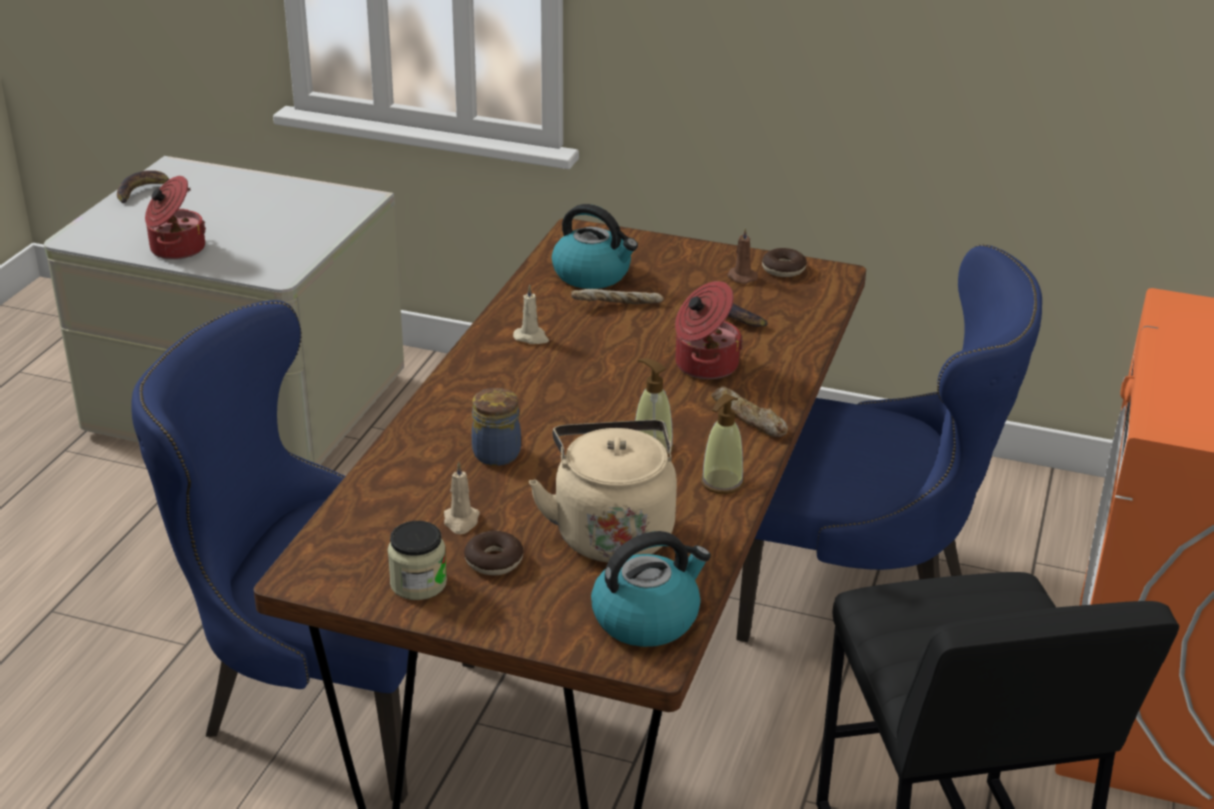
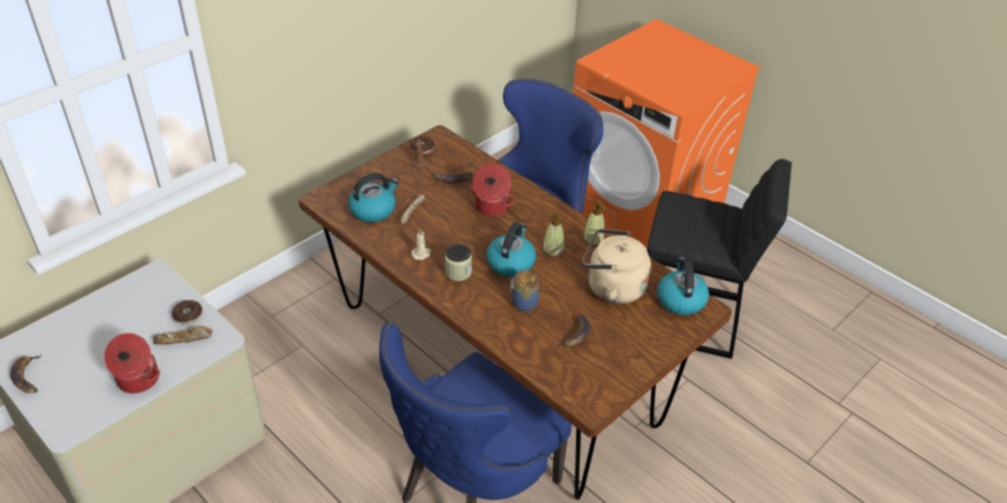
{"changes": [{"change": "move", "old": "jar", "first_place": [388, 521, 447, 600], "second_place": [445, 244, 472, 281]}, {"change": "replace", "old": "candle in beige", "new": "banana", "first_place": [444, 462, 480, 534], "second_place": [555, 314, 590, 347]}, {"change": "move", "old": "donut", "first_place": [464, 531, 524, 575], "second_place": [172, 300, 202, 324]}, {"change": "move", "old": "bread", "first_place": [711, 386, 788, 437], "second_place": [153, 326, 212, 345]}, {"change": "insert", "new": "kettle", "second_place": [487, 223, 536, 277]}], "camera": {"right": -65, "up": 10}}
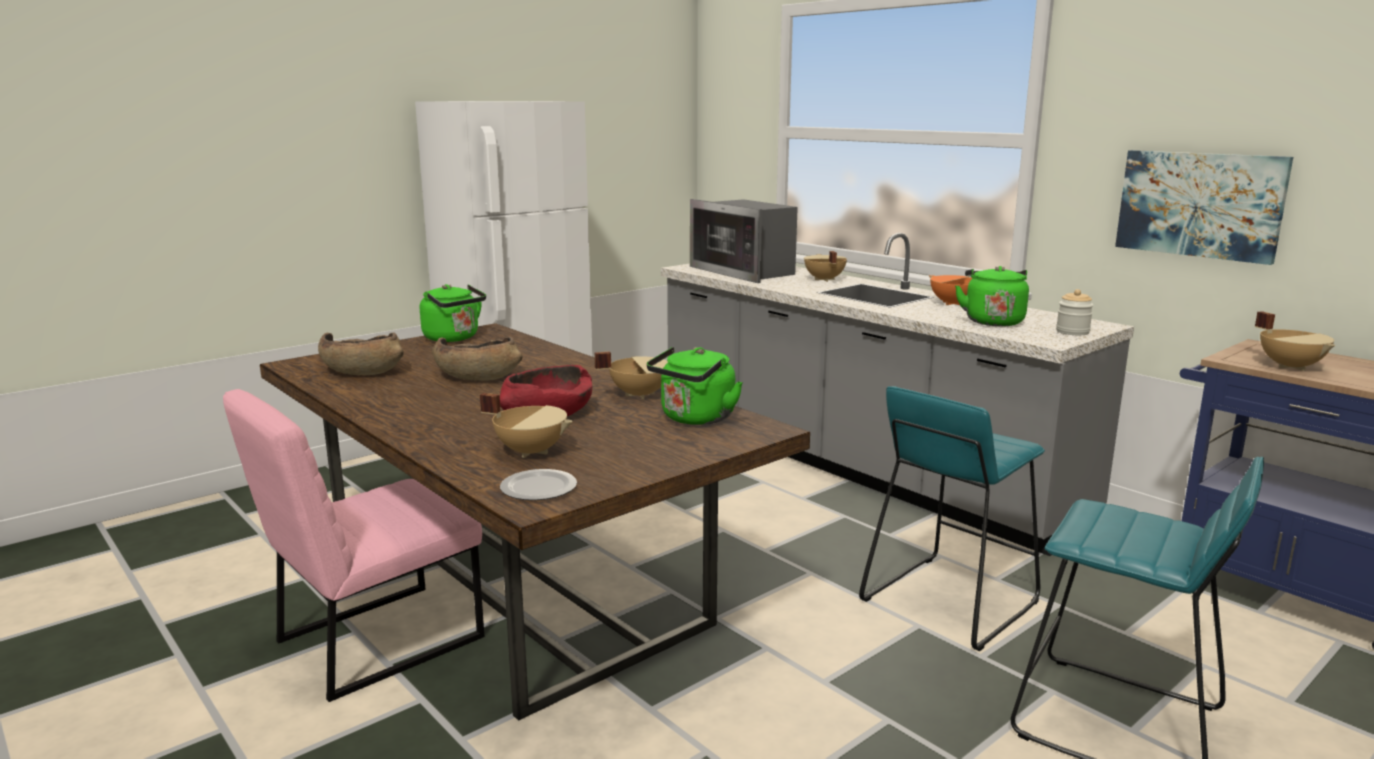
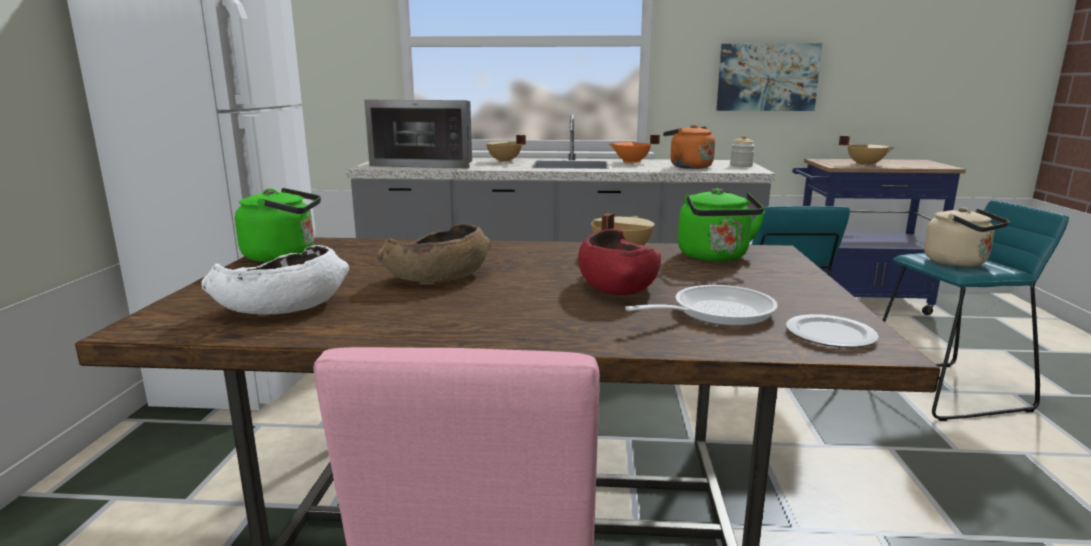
{"changes": [{"change": "recolor", "old": "bowl in brown", "new": "bowl in white", "first_place": [318, 332, 404, 375], "second_place": [201, 245, 349, 315]}, {"change": "replace", "old": "cooking pot in beige", "new": "frying pan", "first_place": [480, 393, 573, 458], "second_place": [625, 285, 778, 326]}, {"change": "recolor", "old": "kettle in green", "new": "kettle in orange", "first_place": [955, 266, 1029, 326], "second_place": [663, 125, 715, 169]}, {"change": "insert", "new": "kettle in beige", "second_place": [924, 207, 1010, 267]}], "camera": {"right": -45, "up": 0}}
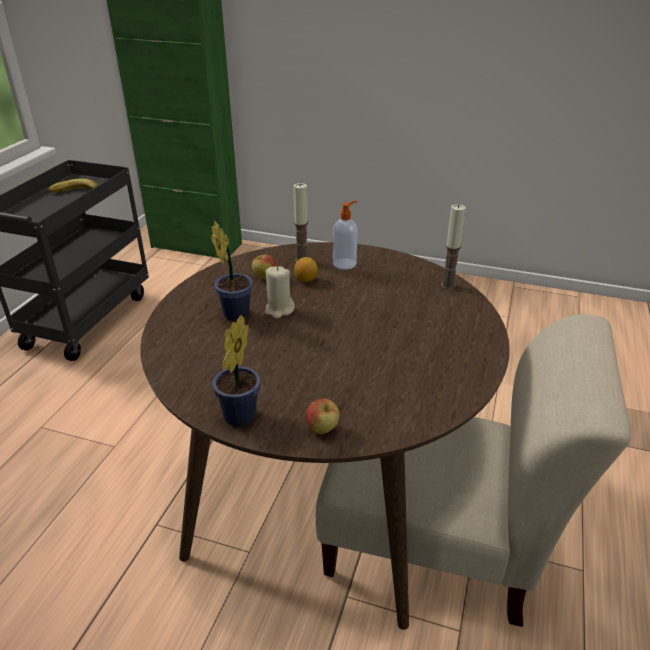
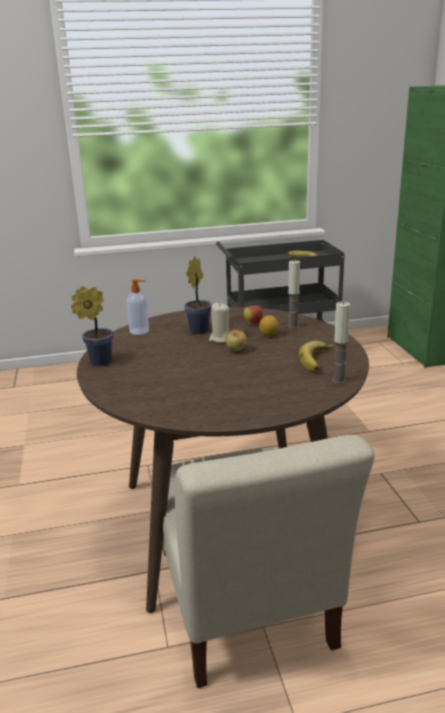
{"changes": [{"change": "move", "old": "apple", "first_place": [306, 399, 339, 434], "second_place": [226, 329, 247, 351]}, {"change": "move", "old": "soap dispenser", "first_place": [333, 201, 357, 270], "second_place": [127, 279, 149, 335]}, {"change": "insert", "new": "banana", "second_place": [299, 341, 335, 371]}], "camera": {"right": 60, "up": -10}}
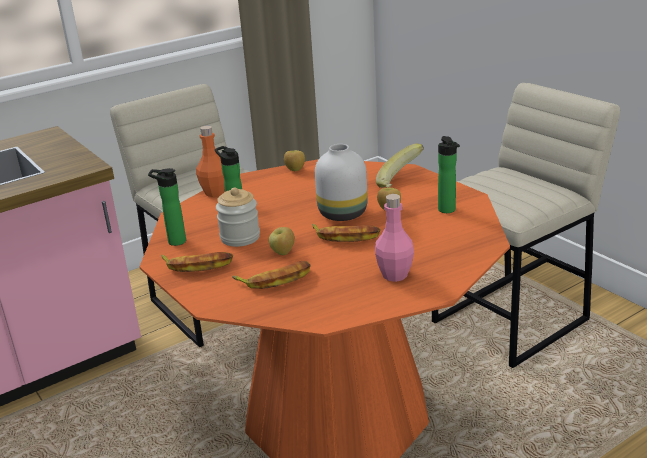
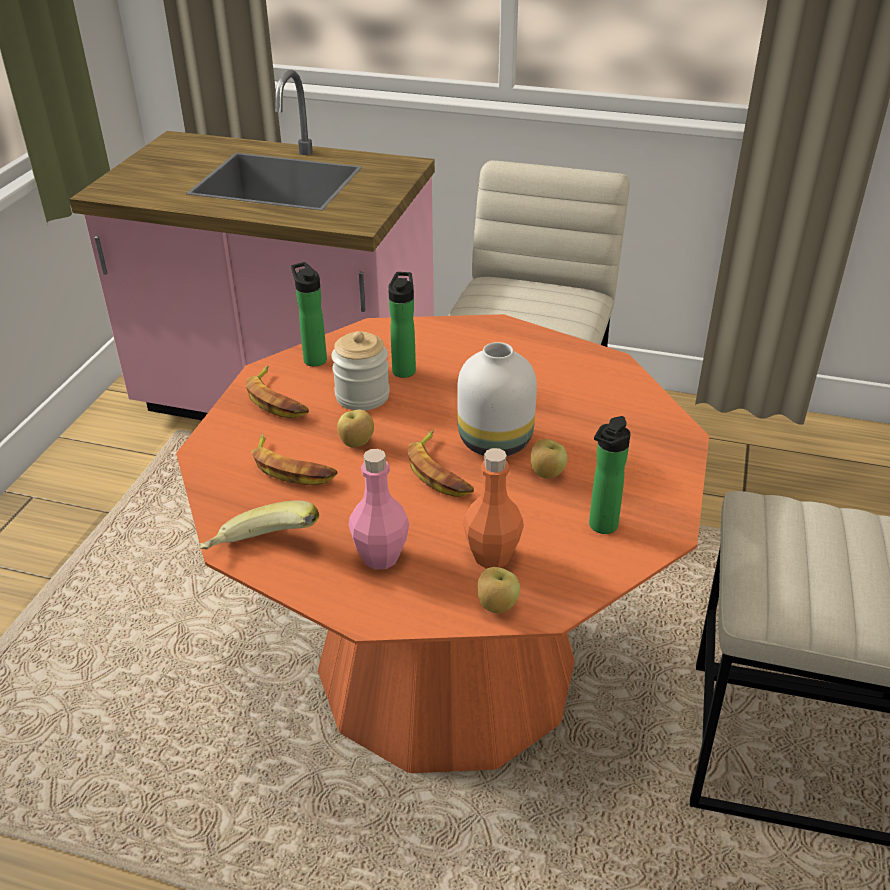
{"changes": [{"change": "move", "old": "bottle in orange", "first_place": [196, 126, 225, 197], "second_place": [463, 448, 524, 569]}, {"change": "move", "old": "apple", "first_place": [284, 150, 305, 171], "second_place": [477, 567, 520, 613]}, {"change": "move", "old": "banana", "first_place": [376, 144, 424, 188], "second_place": [199, 500, 319, 550]}], "camera": {"right": 50, "up": 10}}
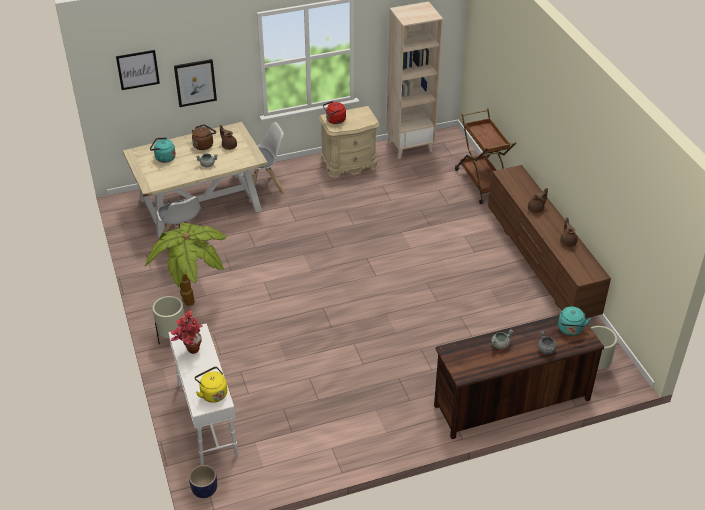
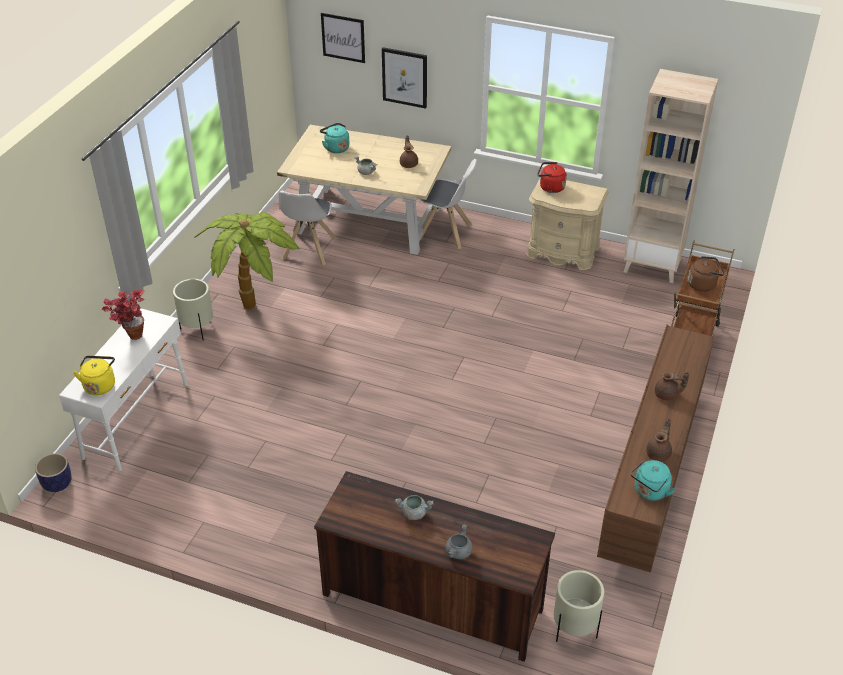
{"changes": [{"change": "move", "old": "kettle in brown", "first_place": [192, 124, 216, 150], "second_place": [688, 256, 725, 292]}, {"change": "move", "old": "kettle in turquoise", "first_place": [558, 306, 591, 336], "second_place": [631, 460, 675, 501]}], "camera": {"right": 40, "up": 0}}
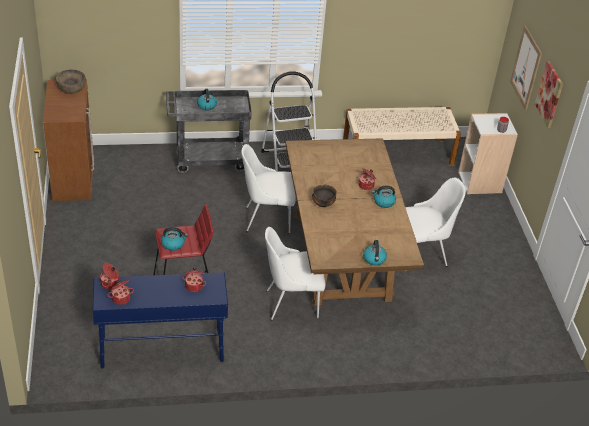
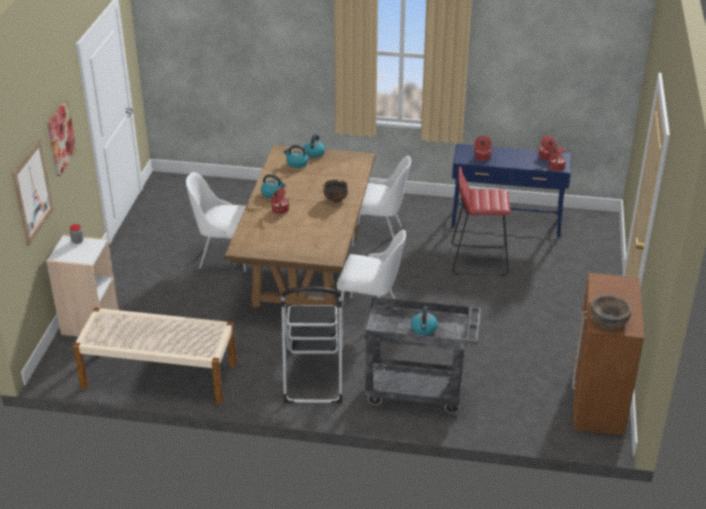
{"changes": [{"change": "move", "old": "kettle", "first_place": [161, 227, 188, 251], "second_place": [283, 145, 308, 168]}], "camera": {"right": -160, "up": -5}}
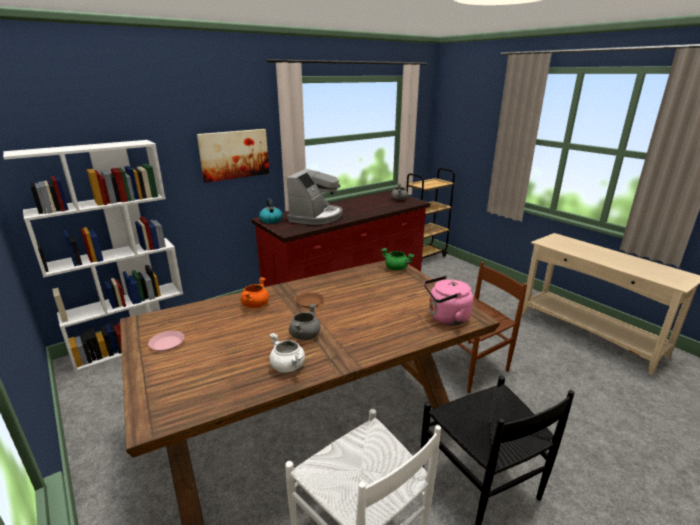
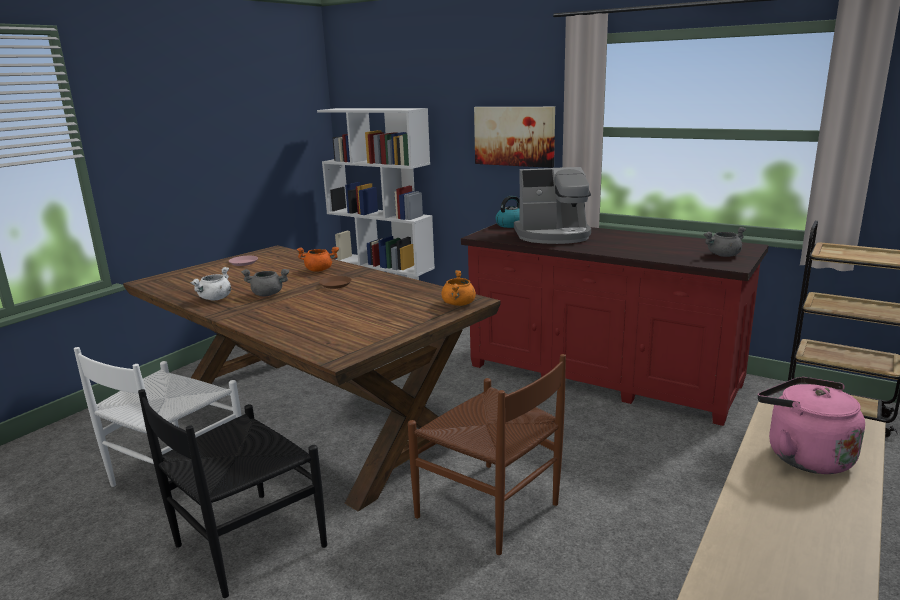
{"changes": [{"change": "recolor", "old": "cooking pot in green", "new": "cooking pot in orange", "first_place": [381, 248, 414, 271], "second_place": [441, 270, 476, 306]}, {"change": "move", "old": "kettle in pink", "first_place": [424, 276, 473, 325], "second_place": [758, 377, 865, 474]}], "camera": {"right": 70, "up": -5}}
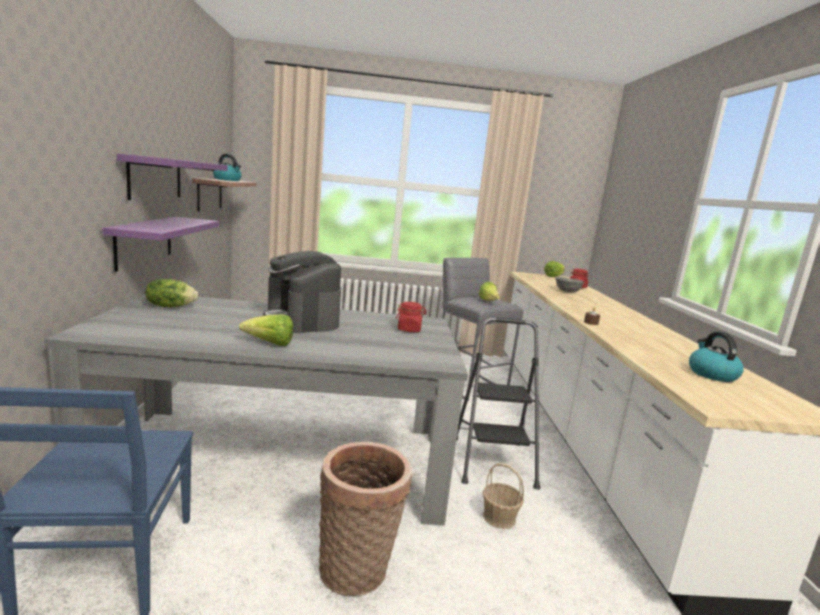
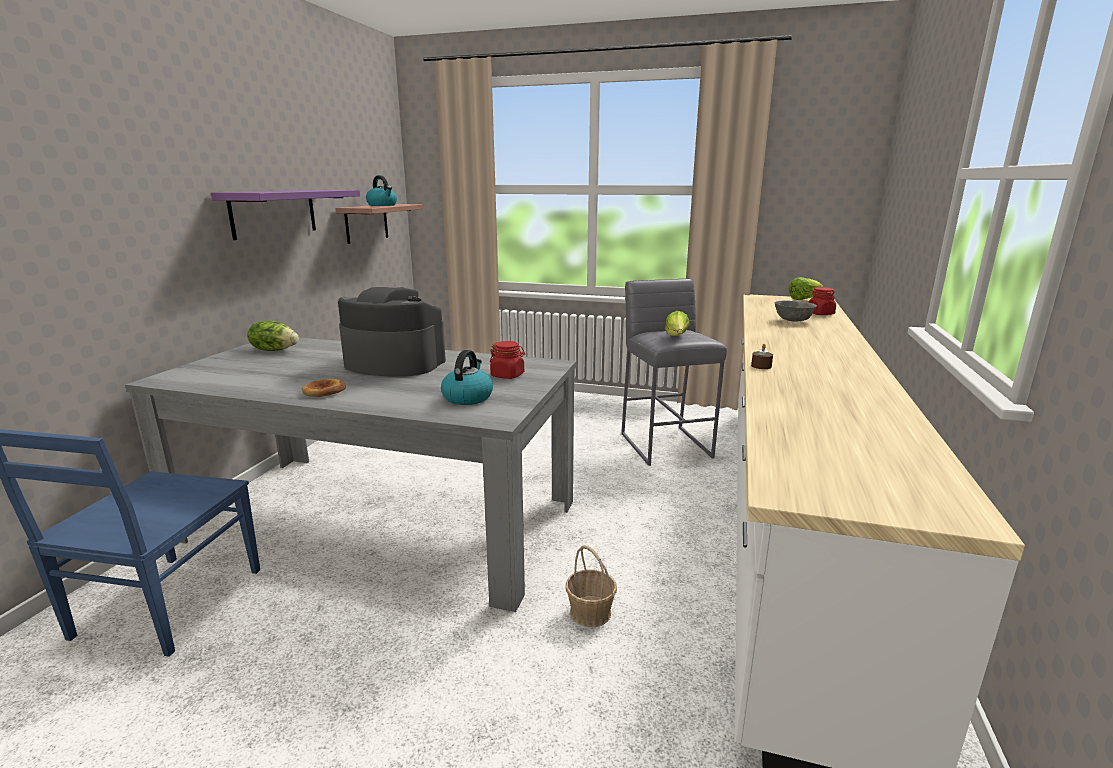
{"changes": [{"change": "delete", "old": "shelf in purple", "first_place": [102, 217, 219, 272]}, {"change": "replace", "old": "lettuce", "new": "bread", "first_place": [239, 314, 293, 346], "second_place": [302, 378, 346, 397]}, {"change": "rotate", "old": "coffee machine", "first_place": [263, 251, 341, 333], "second_place": [338, 287, 446, 376], "degrees": 120}, {"change": "delete", "old": "basket", "first_place": [319, 442, 412, 596]}, {"change": "delete", "old": "step ladder in black", "first_place": [456, 317, 541, 490]}, {"change": "move", "old": "kettle", "first_place": [689, 331, 744, 382], "second_place": [441, 350, 493, 405]}], "camera": {"right": 20, "up": 5}}
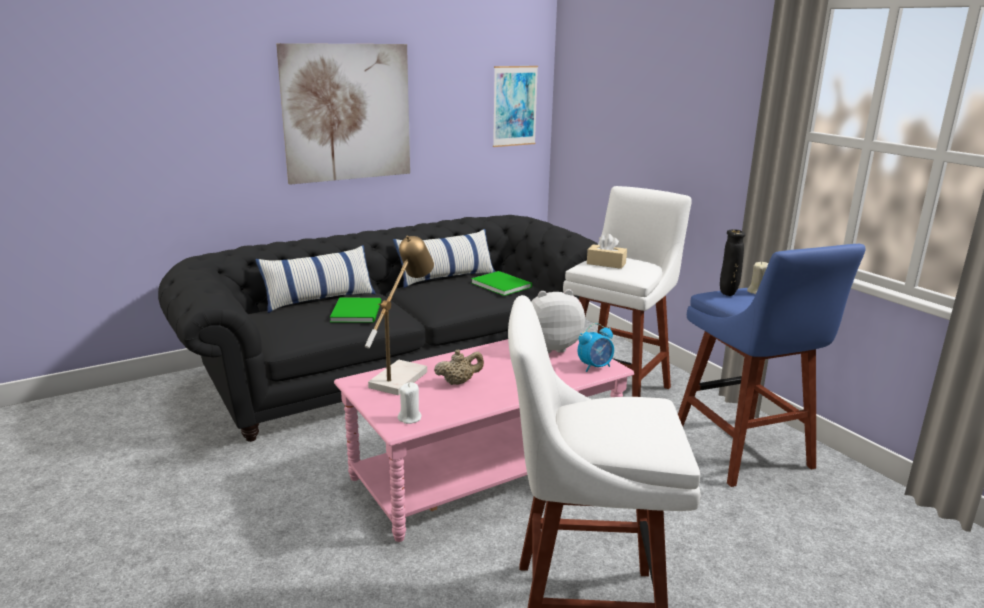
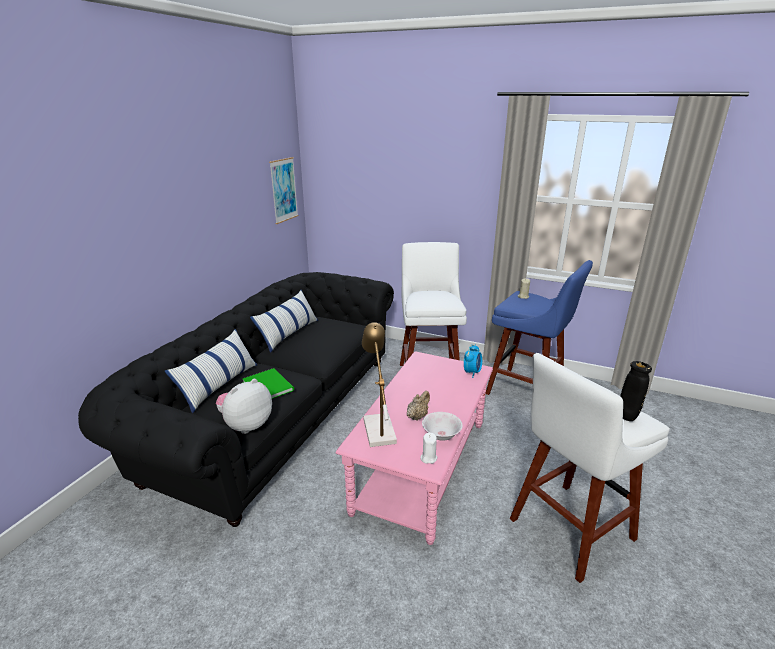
{"changes": [{"change": "delete", "old": "picture", "first_place": [276, 43, 410, 185]}, {"change": "delete", "old": "book in green", "first_place": [471, 271, 532, 296]}, {"change": "move", "old": "plush toy", "first_place": [531, 289, 585, 353], "second_place": [216, 379, 272, 434]}, {"change": "delete", "old": "tissue box in beige", "first_place": [587, 234, 627, 269]}, {"change": "move", "old": "vase in black", "first_place": [720, 229, 745, 296], "second_place": [620, 361, 652, 421]}, {"change": "insert", "new": "bowl in white", "second_place": [422, 412, 463, 441]}], "camera": {"right": -35, "up": 5}}
